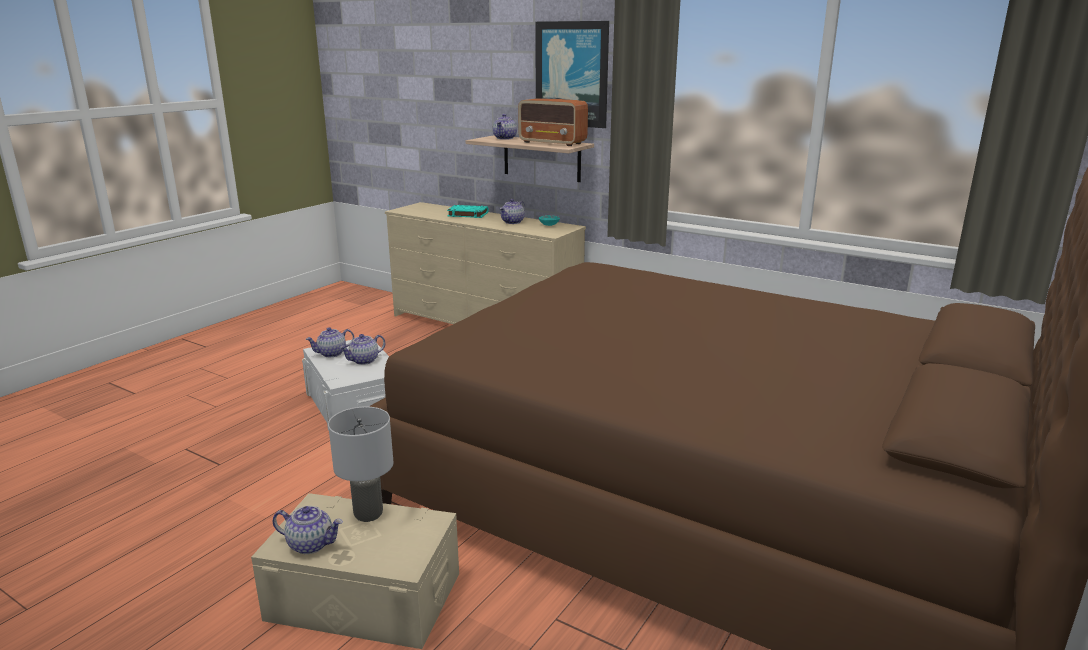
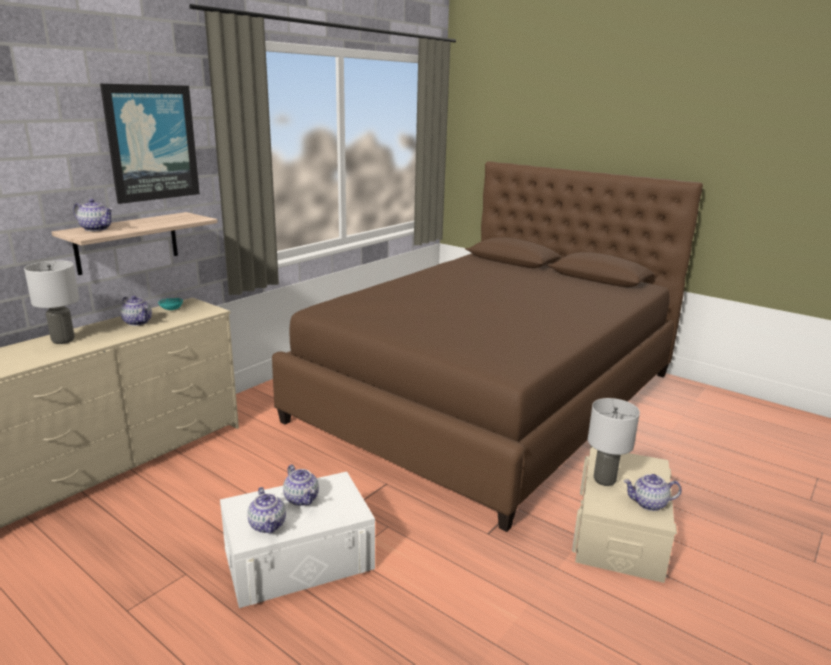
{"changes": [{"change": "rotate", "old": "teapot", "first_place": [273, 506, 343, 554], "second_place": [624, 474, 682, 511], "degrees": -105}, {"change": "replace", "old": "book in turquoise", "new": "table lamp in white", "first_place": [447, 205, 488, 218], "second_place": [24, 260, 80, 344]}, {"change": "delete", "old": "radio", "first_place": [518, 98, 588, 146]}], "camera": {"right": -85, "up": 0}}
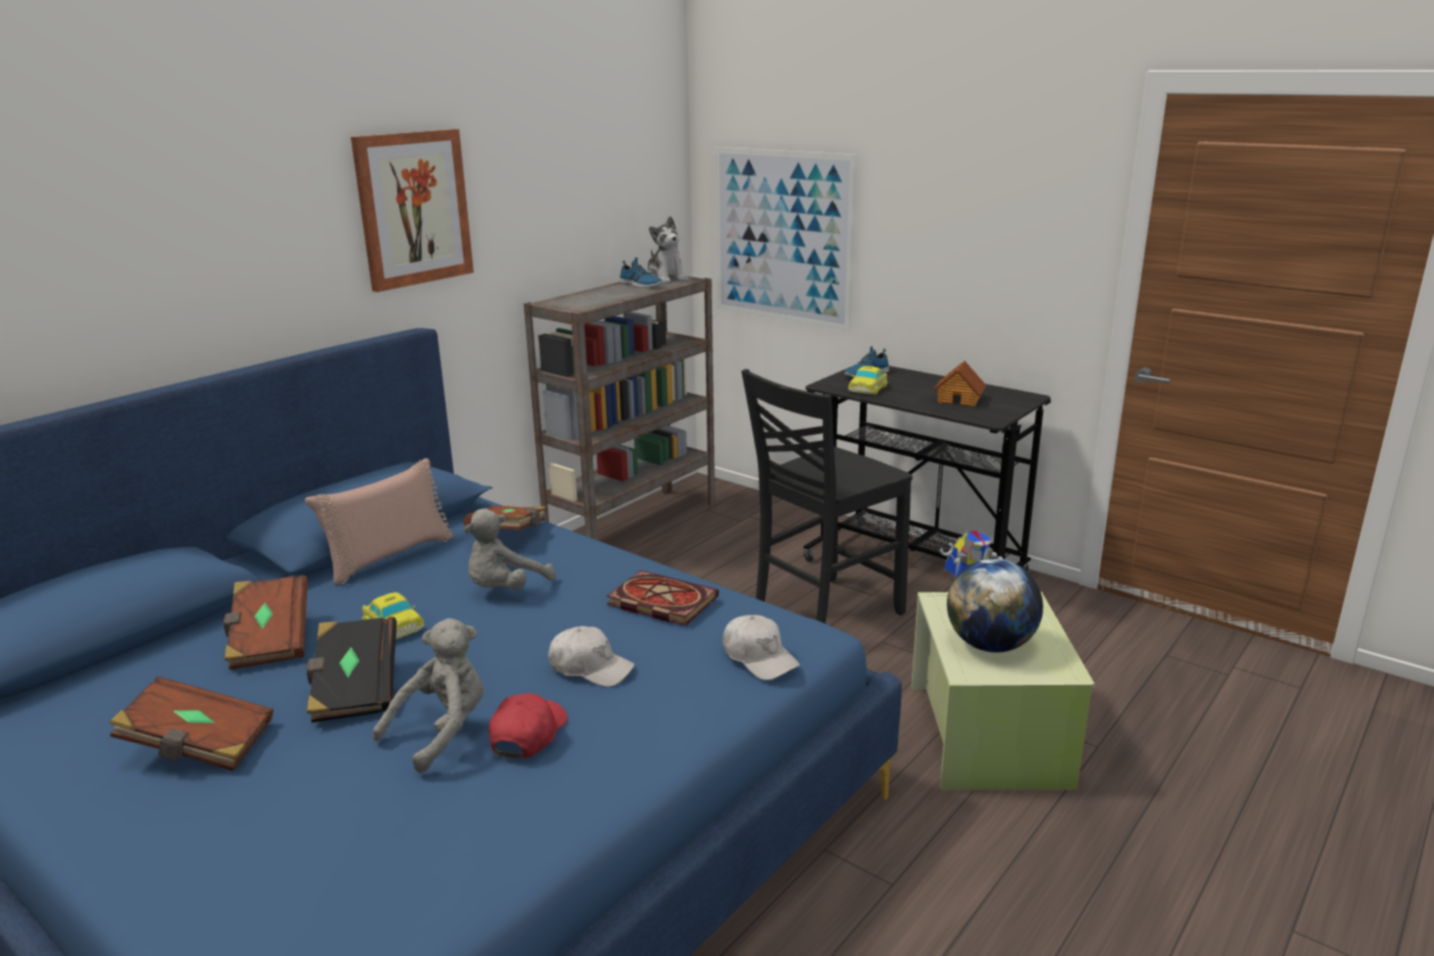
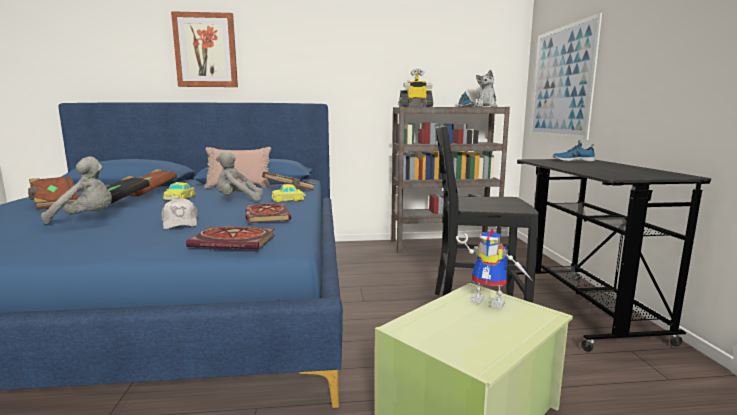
{"changes": [{"change": "move", "old": "picture", "first_place": [351, 129, 474, 292], "second_place": [171, 11, 238, 87]}, {"change": "delete", "old": "cap in red", "first_place": [489, 693, 568, 758]}, {"change": "replace", "old": "cap in white", "new": "book", "first_place": [722, 615, 800, 680], "second_place": [186, 226, 275, 249]}, {"change": "move", "old": "toy car", "first_place": [848, 366, 888, 395], "second_place": [272, 183, 306, 202]}, {"change": "delete", "old": "toy house", "first_place": [933, 361, 986, 407]}, {"change": "delete", "old": "globe", "first_place": [947, 559, 1043, 652]}, {"change": "insert", "new": "toy robot", "second_place": [399, 69, 433, 107]}], "camera": {"right": 45, "up": -10}}
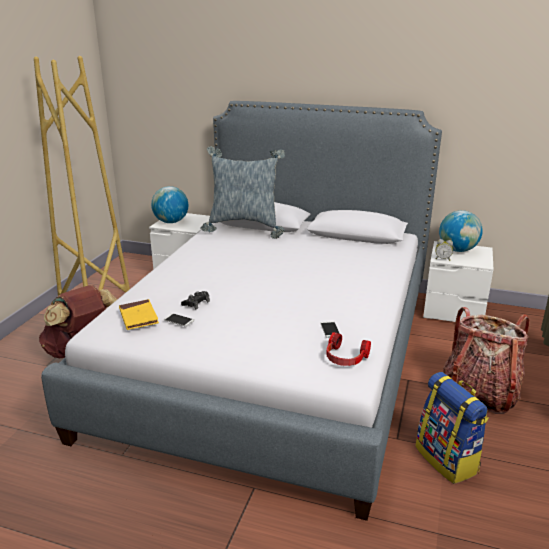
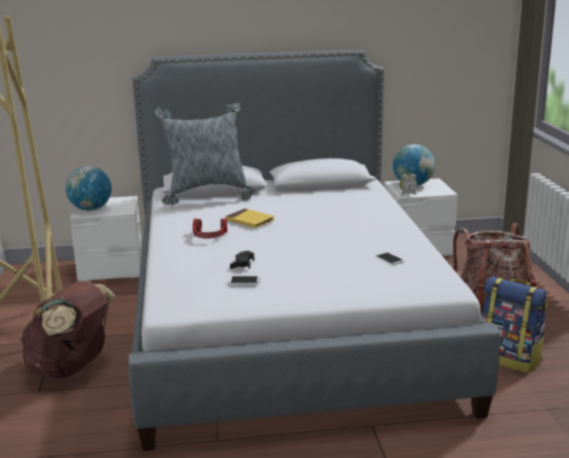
{"changes": [{"change": "move", "old": "book in yellow", "first_place": [119, 299, 159, 330], "second_place": [225, 209, 275, 228]}, {"change": "move", "old": "headphones", "first_place": [326, 332, 371, 366], "second_place": [193, 218, 227, 239]}], "camera": {"right": -25, "up": -5}}
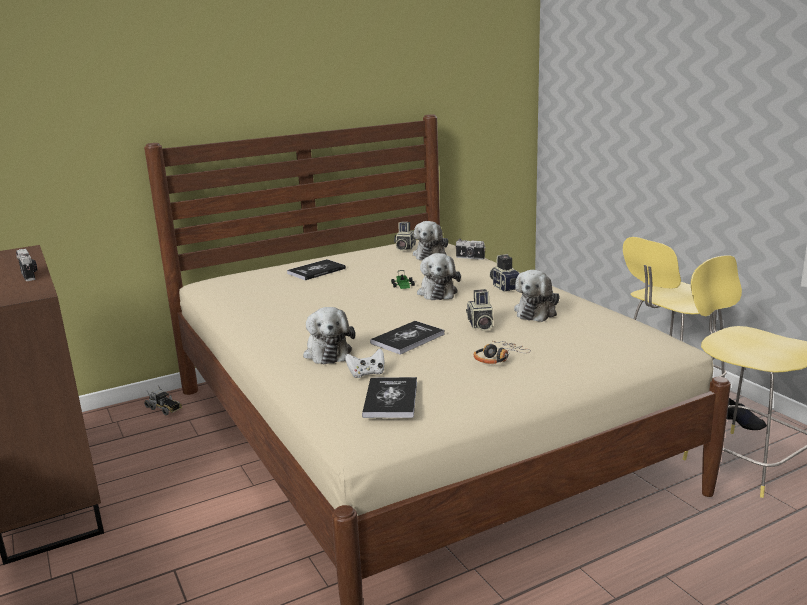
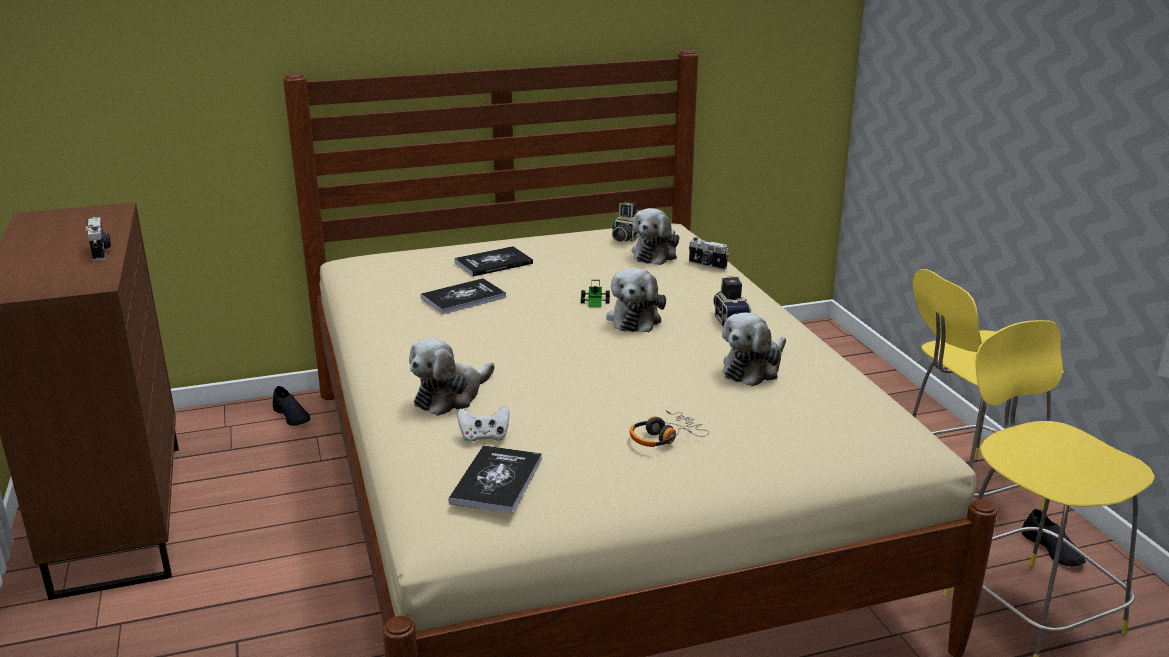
{"changes": [{"change": "replace", "old": "toy truck", "new": "shoe in black", "first_place": [144, 386, 182, 415], "second_place": [272, 386, 310, 426]}, {"change": "rotate", "old": "plush toy", "first_place": [303, 307, 355, 365], "second_place": [409, 338, 495, 416], "degrees": 45}, {"change": "move", "old": "book", "first_place": [370, 321, 445, 354], "second_place": [421, 278, 506, 314]}, {"change": "delete", "old": "photo camera", "first_place": [466, 289, 493, 331]}], "camera": {"right": 10, "up": 5}}
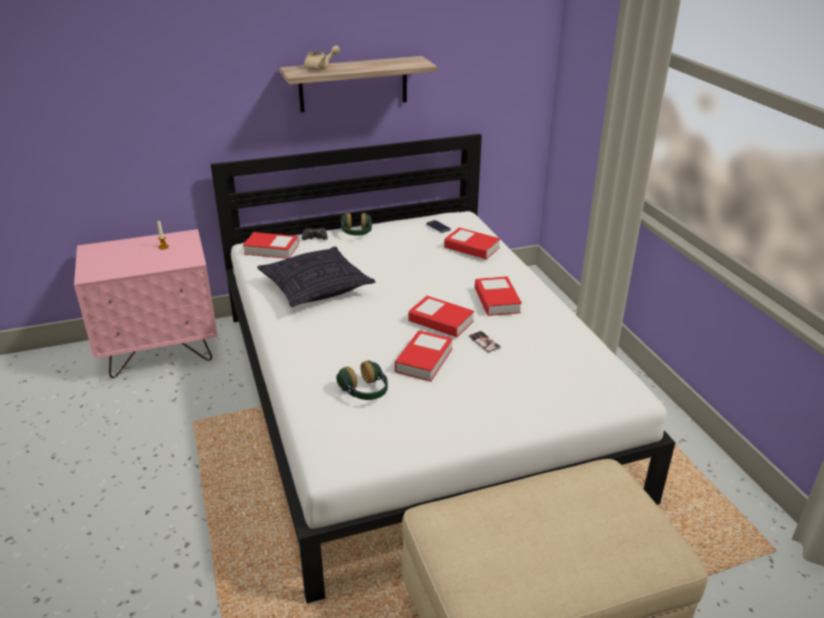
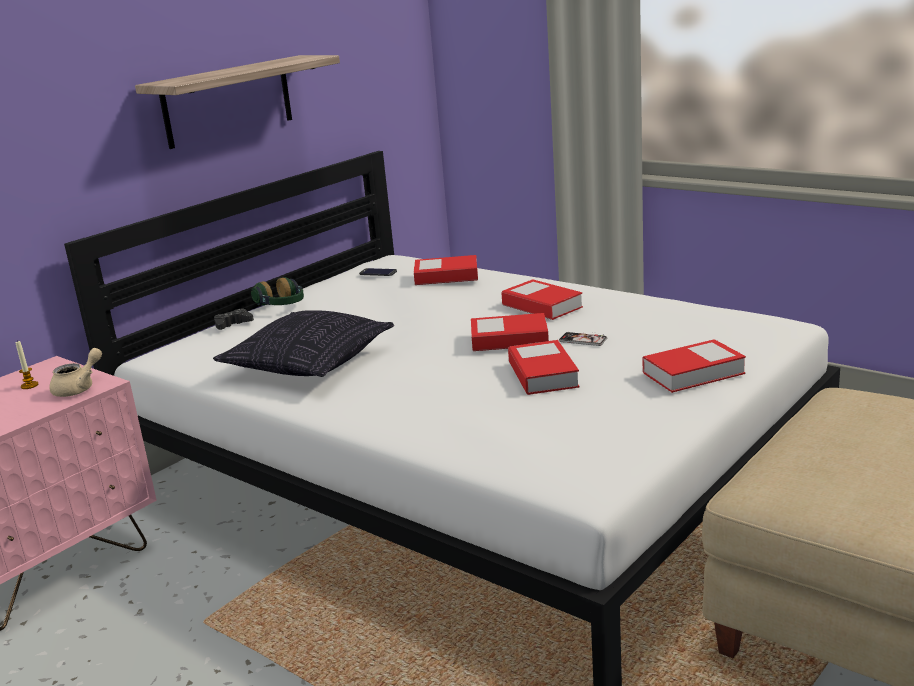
{"changes": [{"change": "move", "old": "book", "first_place": [243, 232, 299, 259], "second_place": [643, 339, 746, 393]}, {"change": "move", "old": "teapot in beige", "first_place": [304, 46, 340, 70], "second_place": [49, 348, 102, 397]}, {"change": "delete", "old": "headphones", "first_place": [336, 361, 388, 400]}], "camera": {"right": -30, "up": -10}}
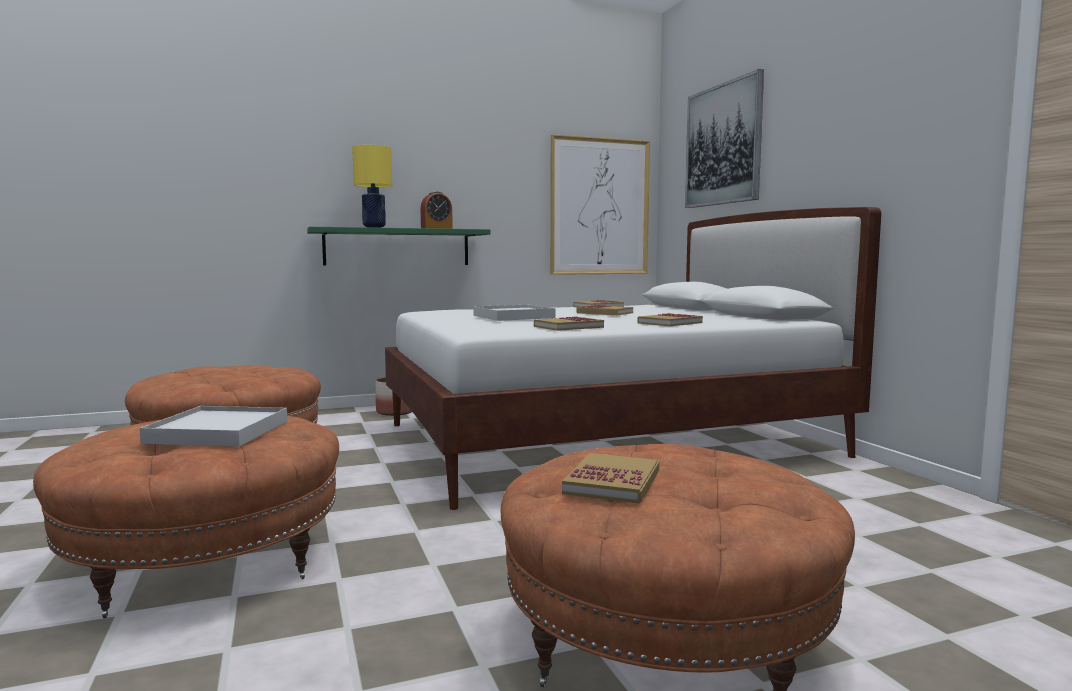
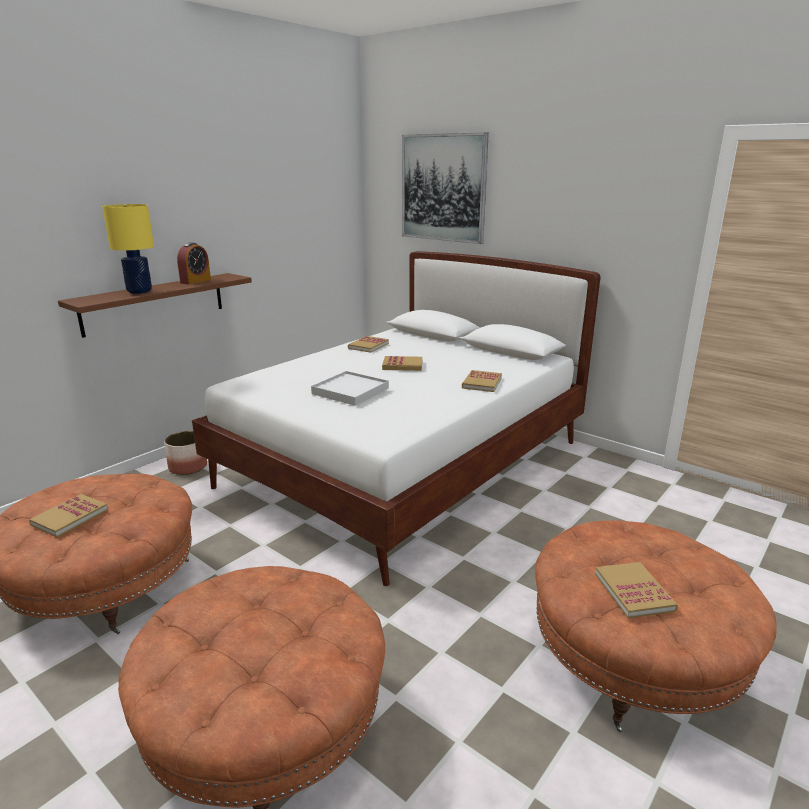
{"changes": [{"change": "delete", "old": "tray in white", "first_place": [140, 406, 288, 446]}, {"change": "recolor", "old": "shelf in green", "new": "shelf in brown", "first_place": [307, 227, 490, 266], "second_place": [58, 273, 252, 338]}, {"change": "move", "old": "book", "first_place": [534, 317, 604, 331], "second_place": [29, 494, 108, 537]}, {"change": "delete", "old": "picture", "first_place": [550, 134, 650, 275]}], "camera": {"right": -30, "up": 15}}
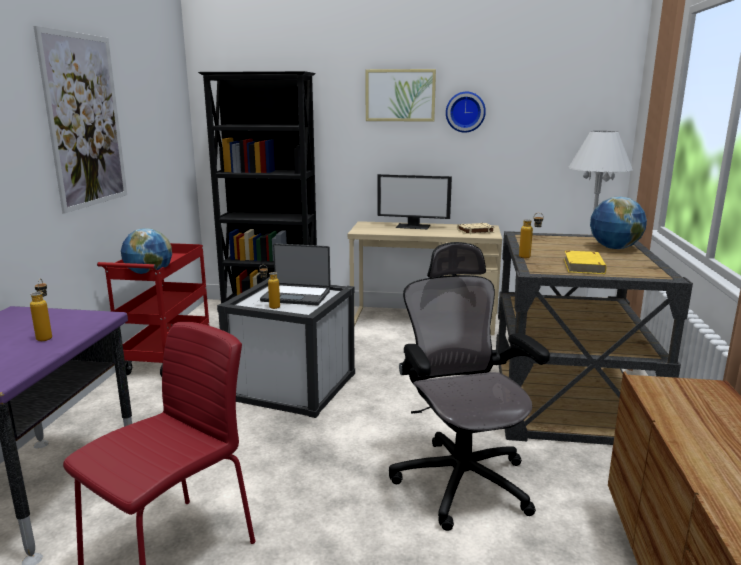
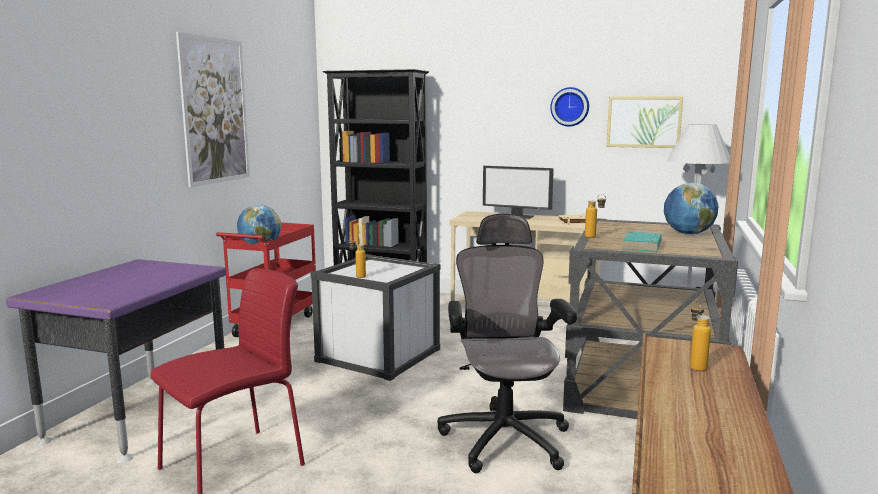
{"changes": [{"change": "move", "old": "bottle", "first_place": [30, 279, 52, 341], "second_place": [690, 300, 711, 371]}, {"change": "delete", "old": "laptop", "first_place": [260, 244, 331, 305]}, {"change": "move", "old": "picture", "first_place": [366, 69, 436, 122], "second_place": [606, 96, 683, 148]}, {"change": "recolor", "old": "book in yellow", "new": "book in turquoise", "first_place": [564, 250, 606, 274], "second_place": [622, 231, 662, 252]}], "camera": {"right": 10, "up": -5}}
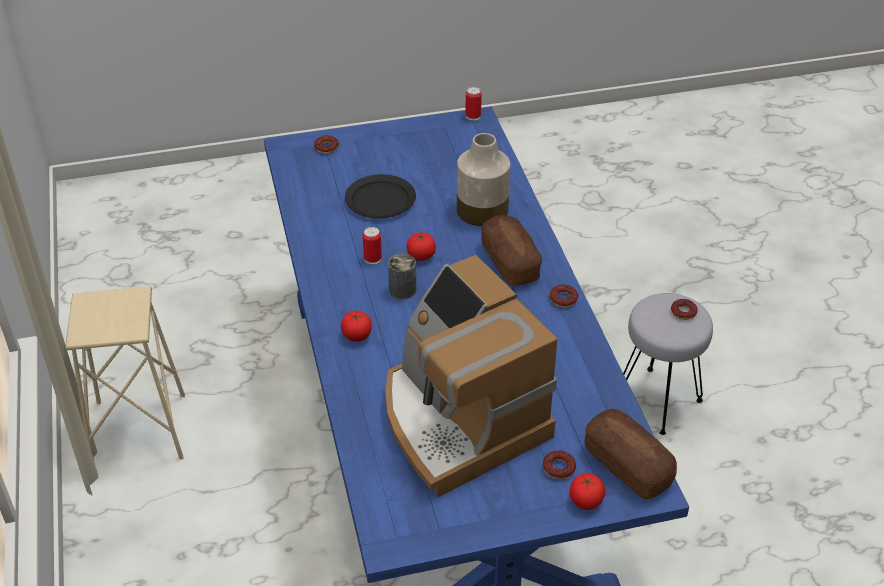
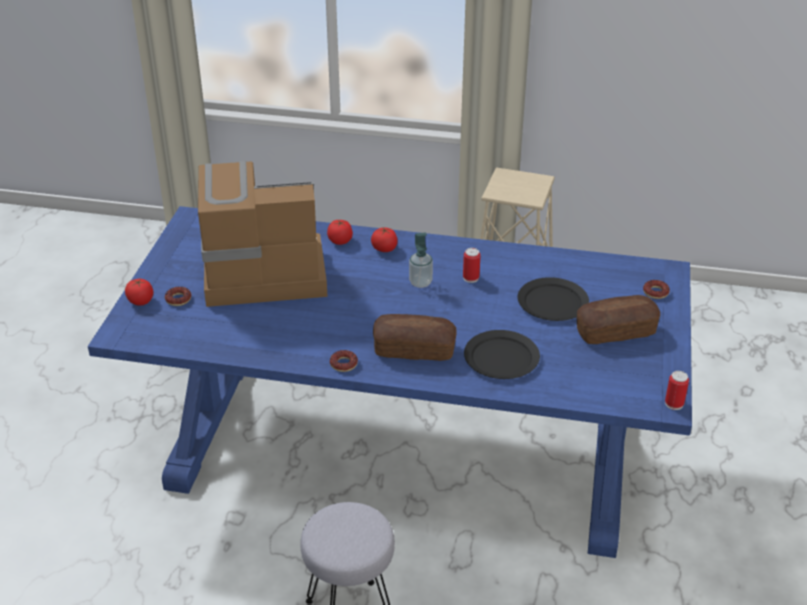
{"changes": [{"change": "replace", "old": "can", "new": "soap dispenser", "first_place": [388, 254, 416, 299], "second_place": [409, 233, 433, 288]}, {"change": "move", "old": "tomato", "first_place": [407, 232, 436, 261], "second_place": [327, 220, 353, 245]}, {"change": "replace", "old": "vase in beige", "new": "plate in black", "first_place": [457, 133, 510, 226], "second_place": [464, 330, 540, 379]}, {"change": "move", "old": "bread", "first_place": [585, 409, 677, 499], "second_place": [577, 295, 660, 344]}, {"change": "delete", "old": "donut", "first_place": [671, 299, 698, 320]}], "camera": {"right": 115, "up": -5}}
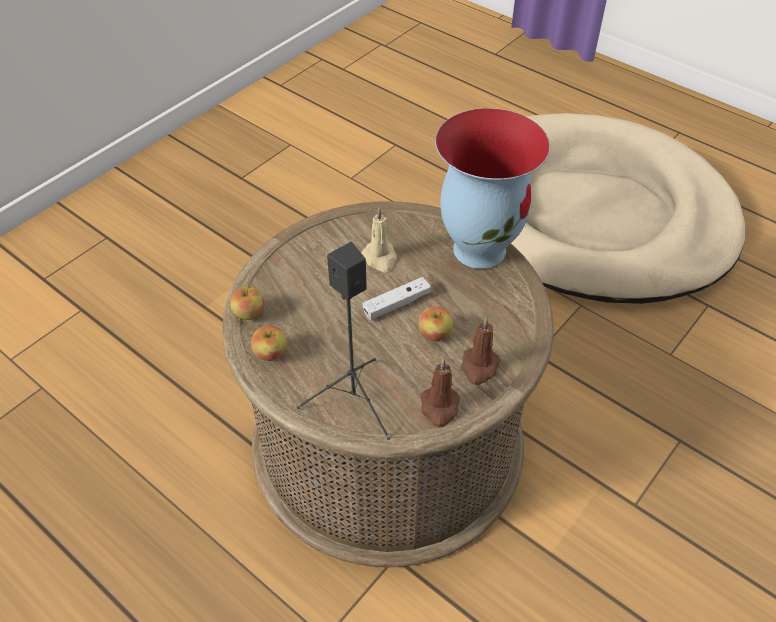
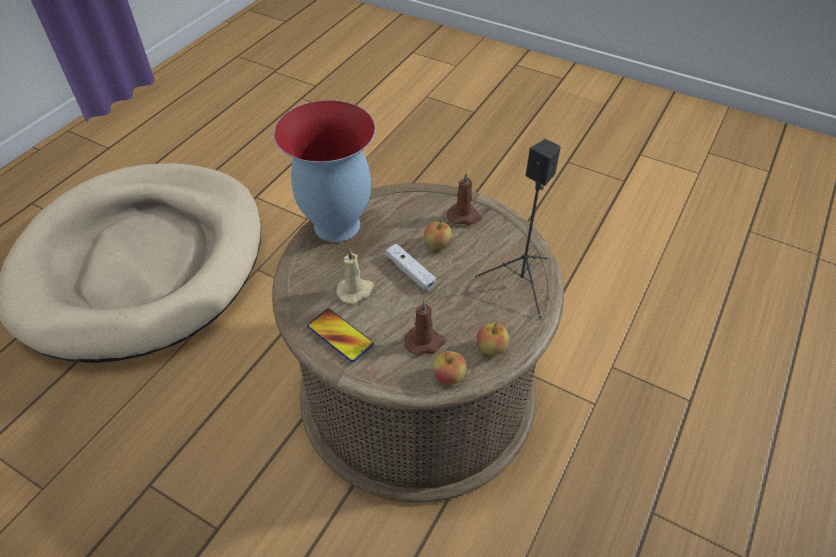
{"changes": [{"change": "move", "old": "candle in brown", "first_place": [421, 358, 460, 428], "second_place": [404, 300, 446, 355]}, {"change": "insert", "new": "phone", "second_place": [307, 308, 374, 362]}], "camera": {"right": -100, "up": 0}}
